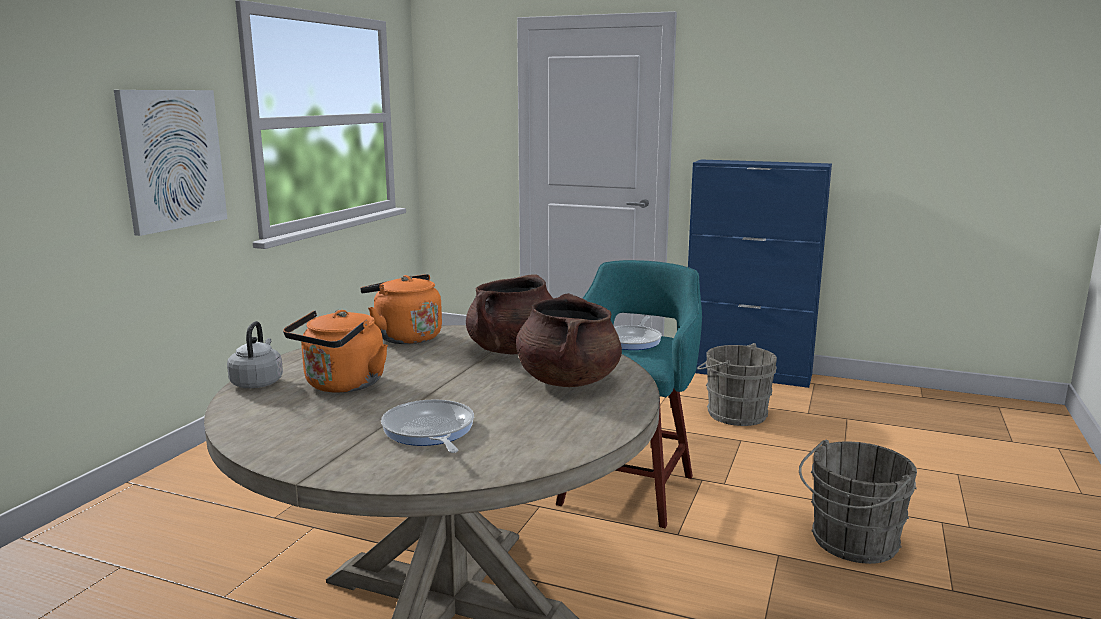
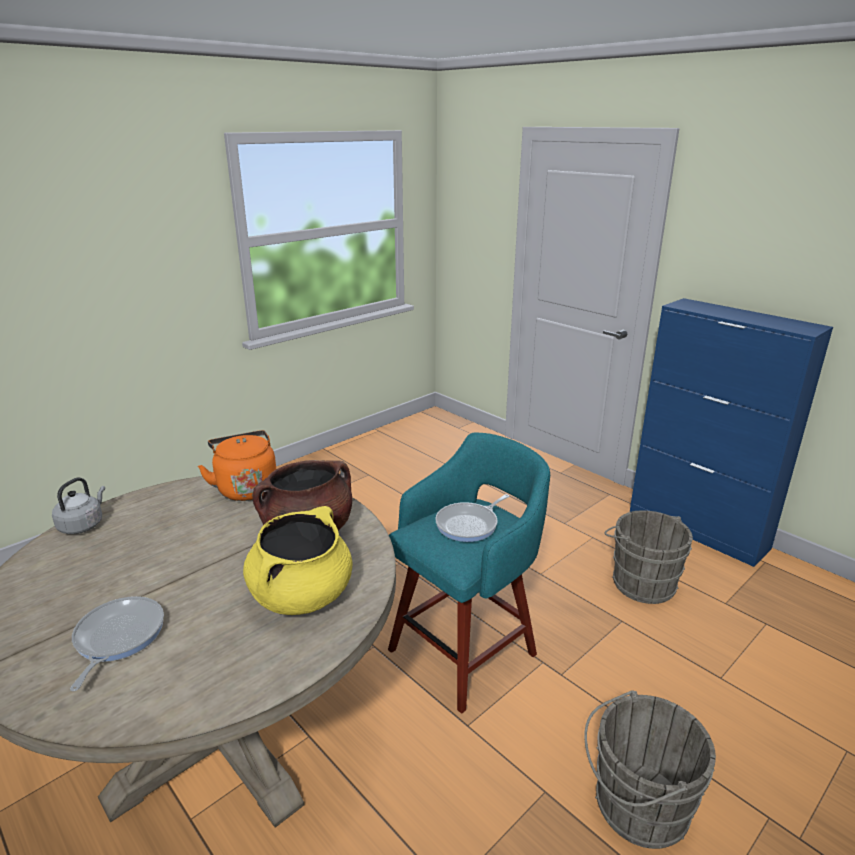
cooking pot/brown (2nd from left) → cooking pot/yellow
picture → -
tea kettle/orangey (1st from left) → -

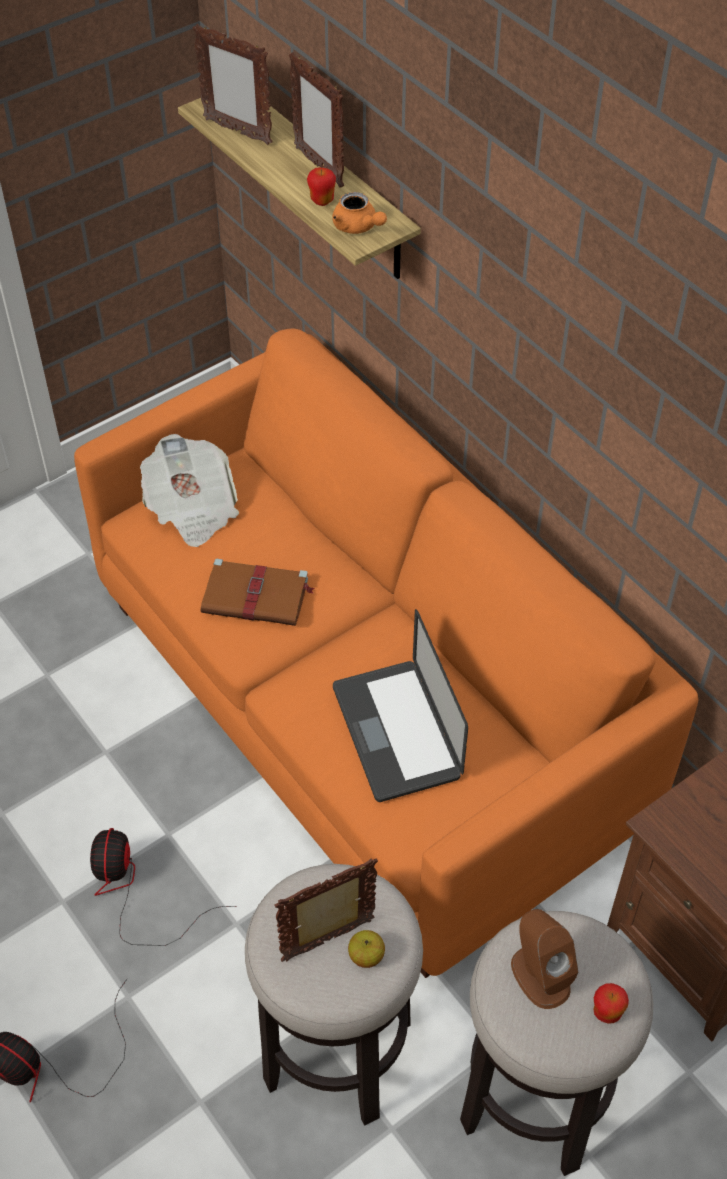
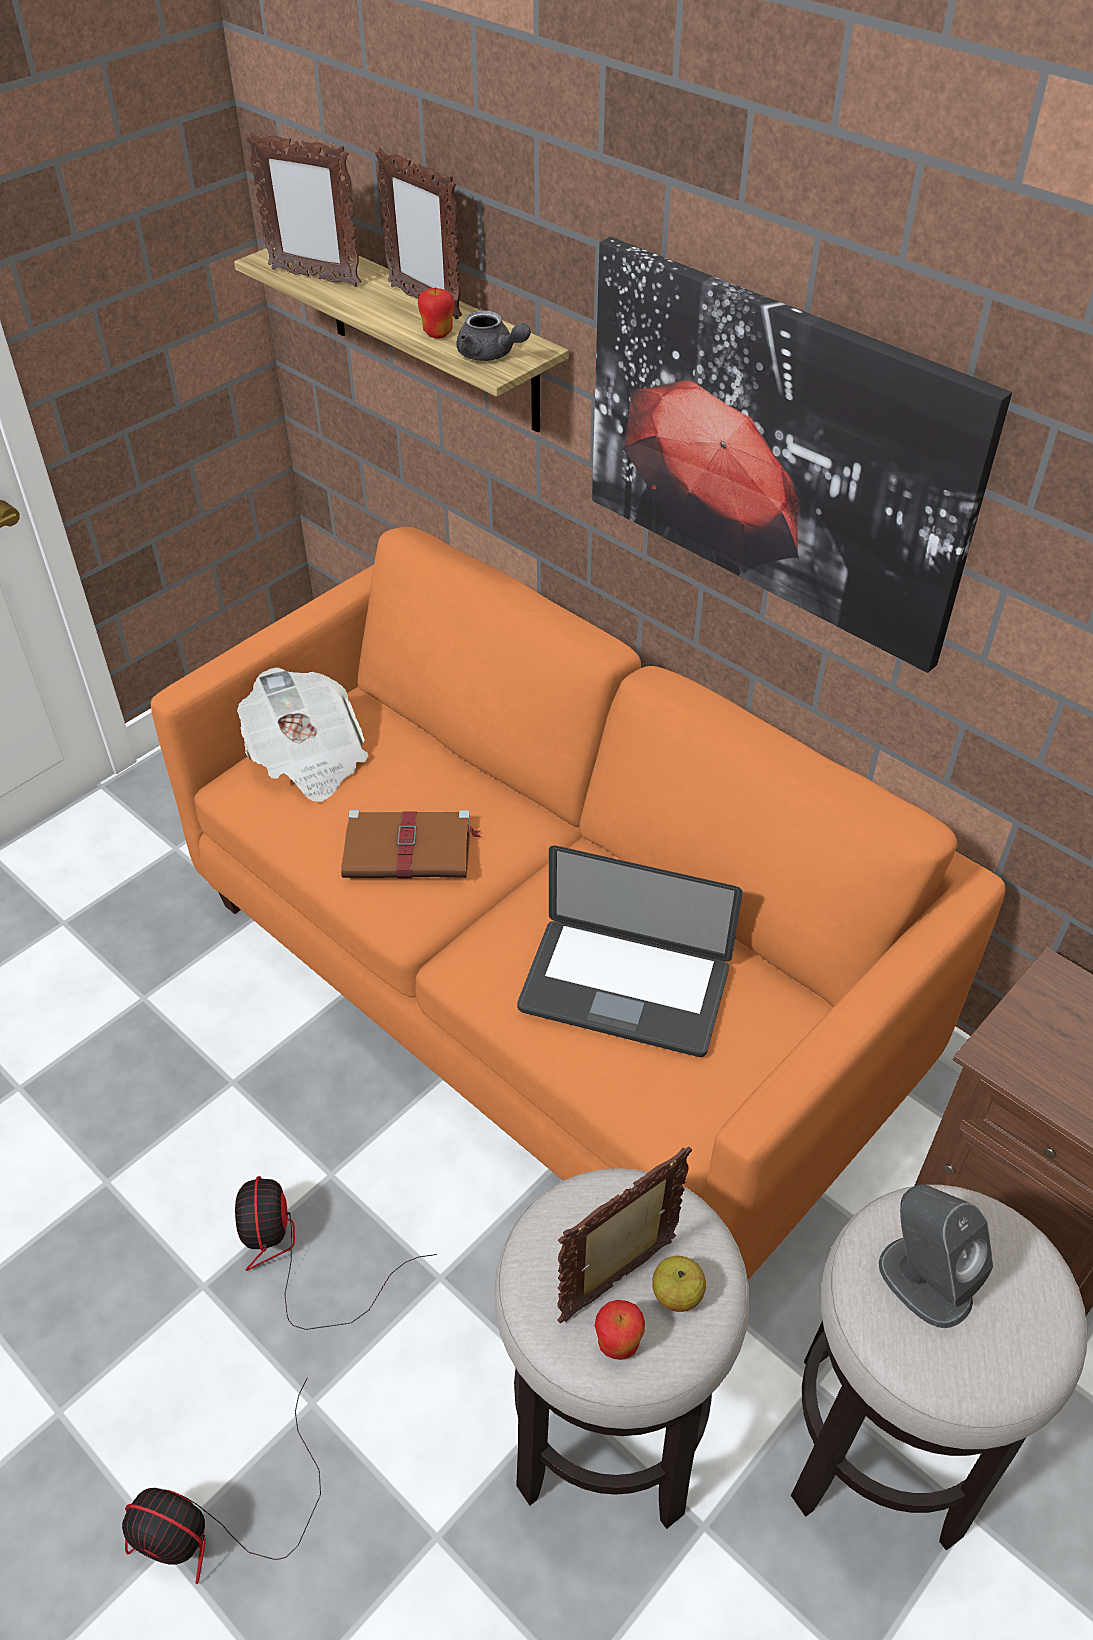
tea pot/orangey → tea pot/gray
laptop, 45 degrees counterclockwise
- → picture
apple (3rd from left in the first image) → apple (2nd from left), move
speaker/brown → speaker/gray

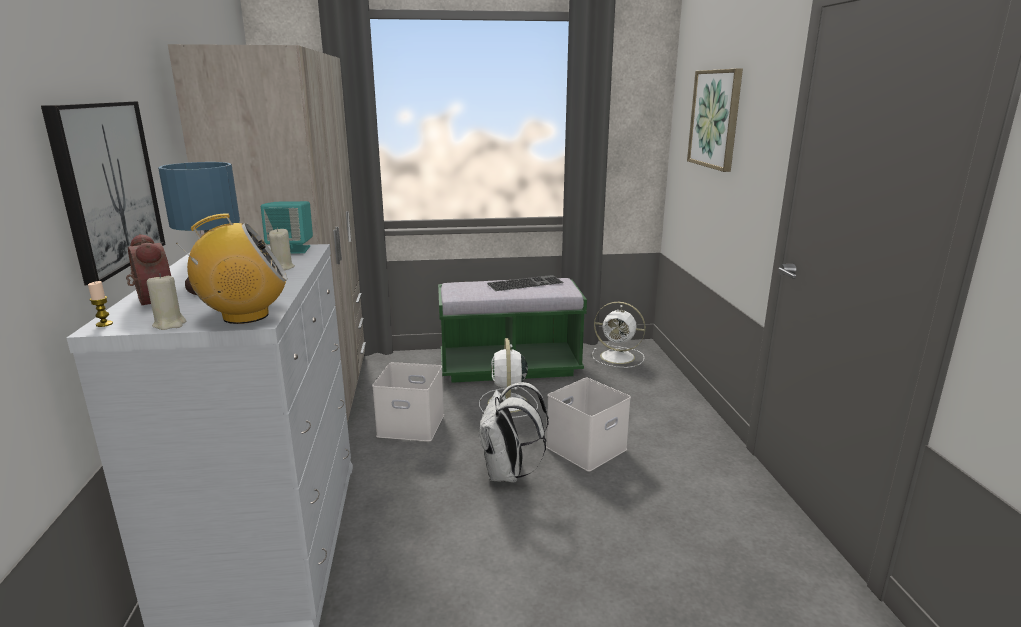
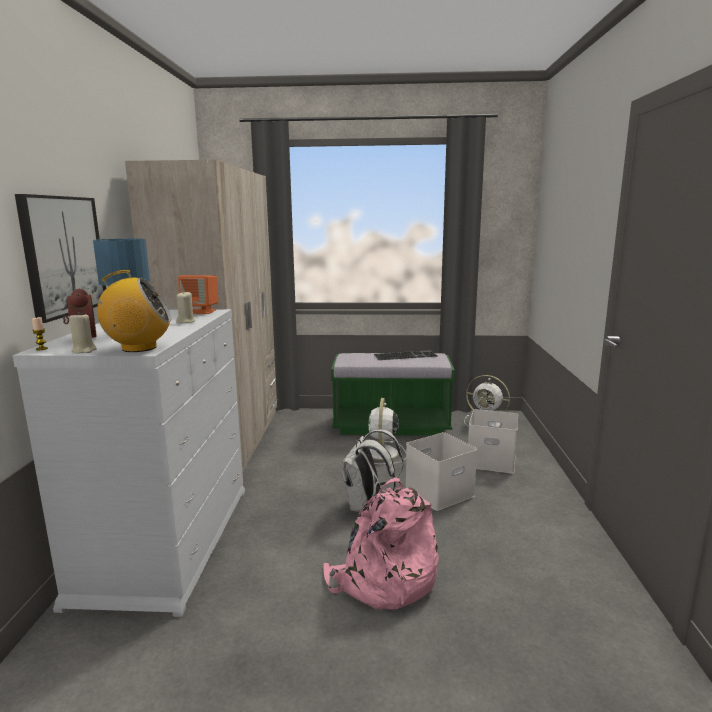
speaker/turquoise-coloured → speaker/orangey
- → rucksack/pink-coloured
storage bin/white-coloured (1st from left in the first image) → storage bin/white-coloured (2nd from left), move
picture (2nd from left) → -

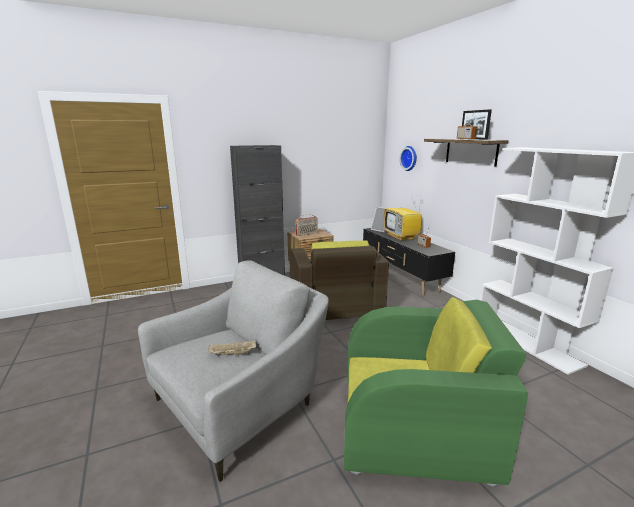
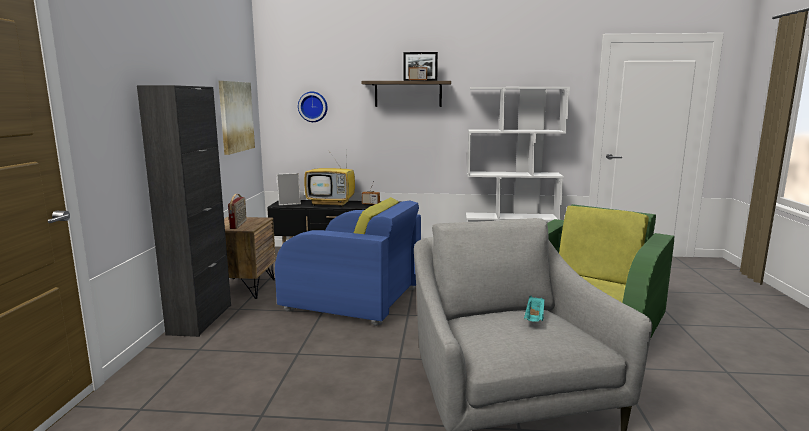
- → picture
lounge chair/brown → lounge chair/blue
tray/beige-coloured → tray/turquoise-coloured

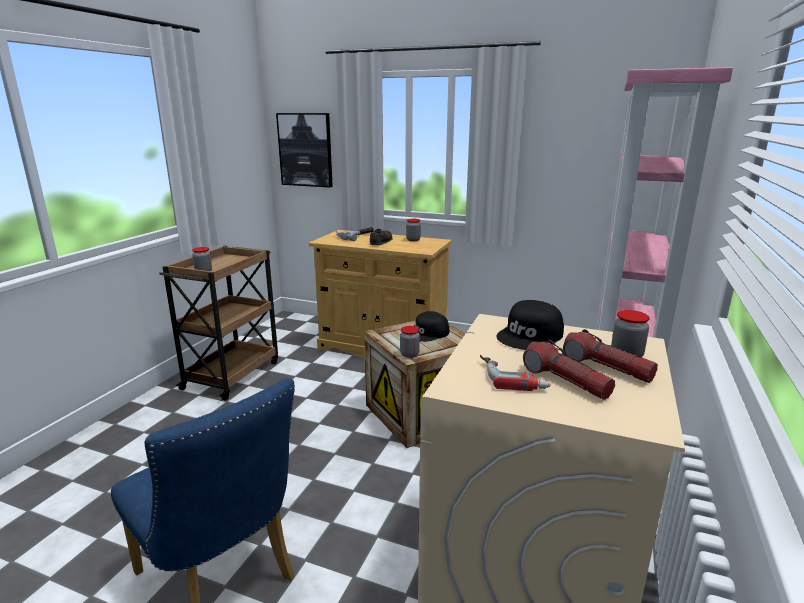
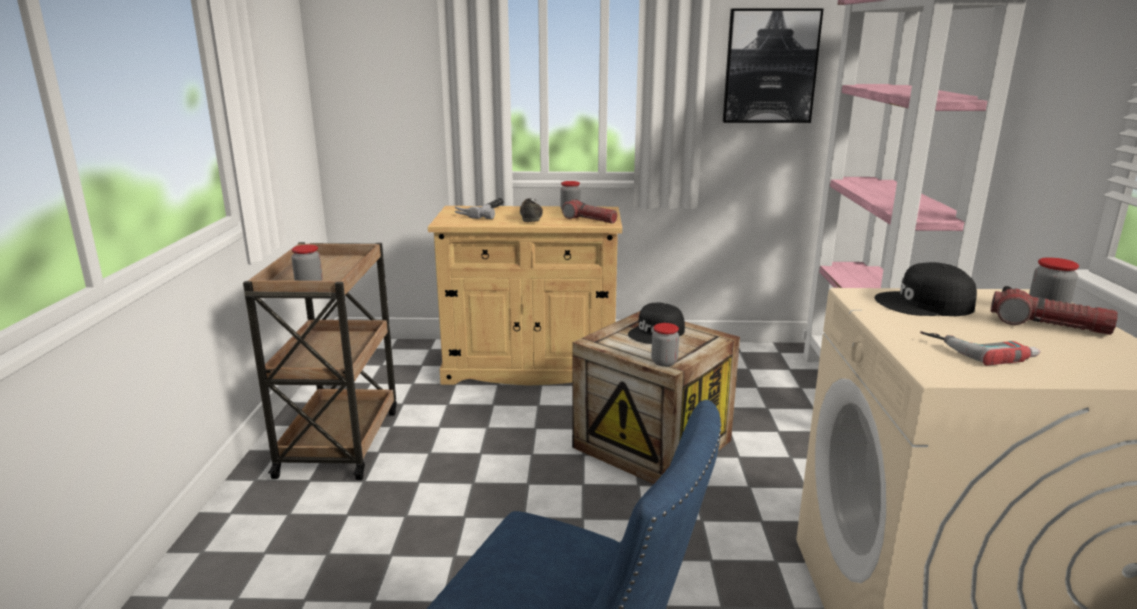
torch (1st from left), move
picture, move
peaked cap/blackish (2nd from left), 75 degrees clockwise

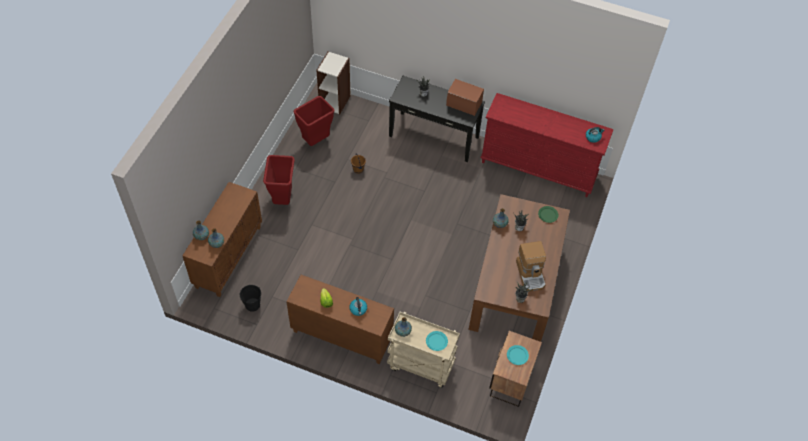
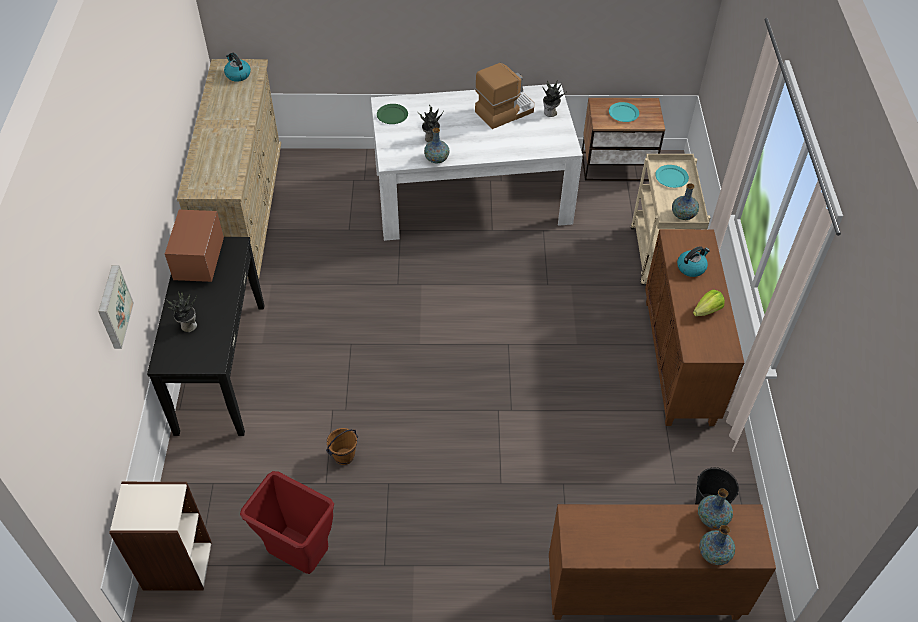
- → picture
dresser/red → dresser/beige-coloured
dinner table/brown → dinner table/white-coloured
waste bin/red (1st from left) → -

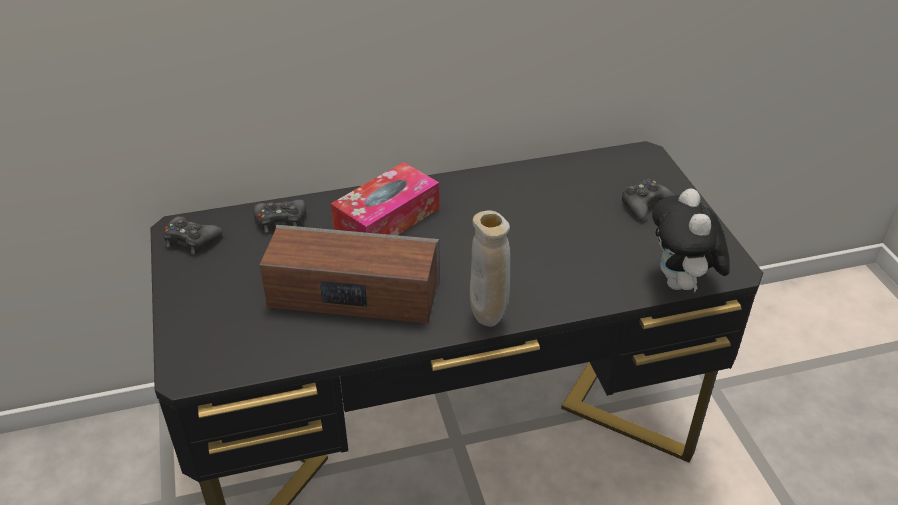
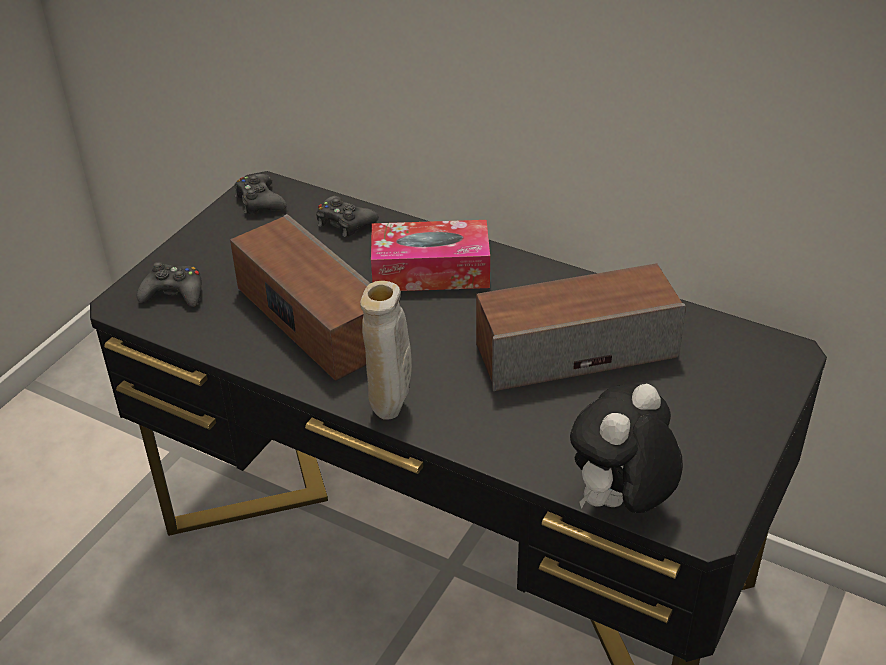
gamepad/blackish (3rd from left in the first image) → gamepad/blackish (1st from left), move
- → speaker (2nd from left)

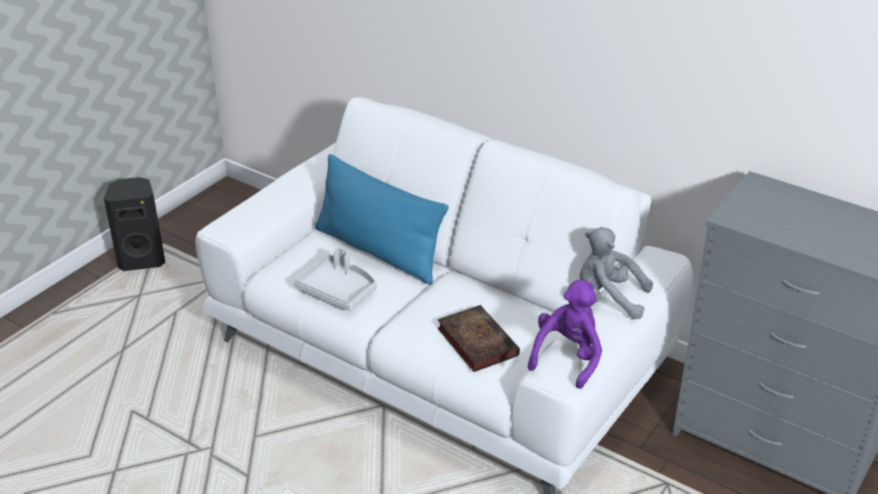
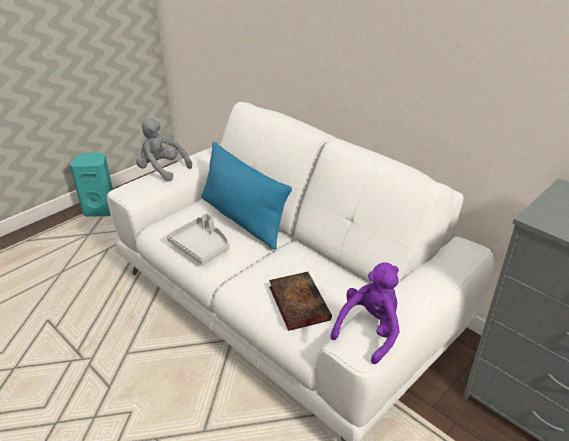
speaker/blackish → speaker/turquoise-coloured
soft toy/gray, move

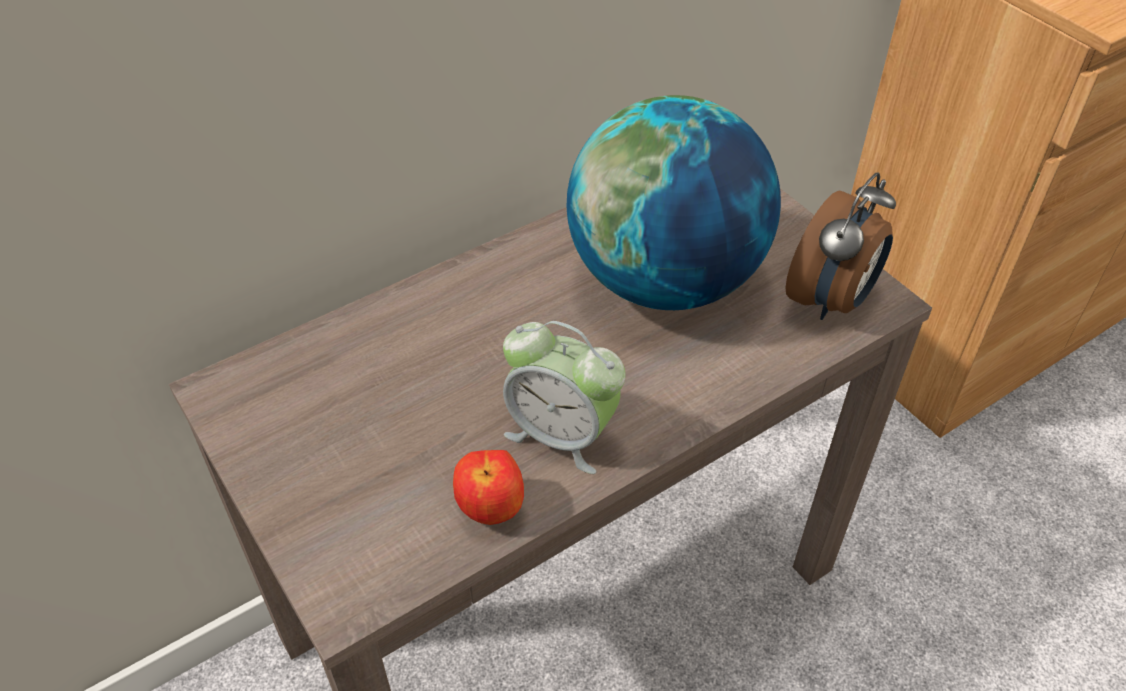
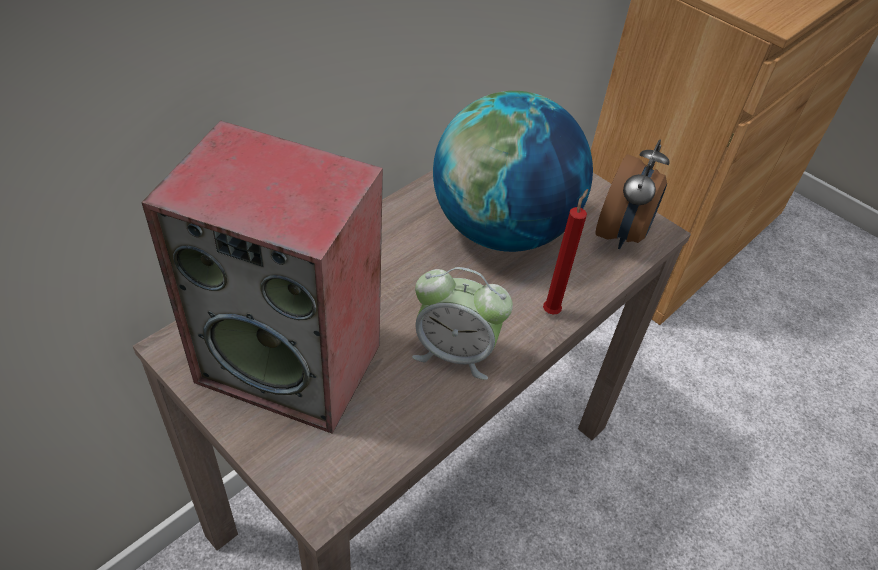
- → speaker
- → wax light/red
apple → -

